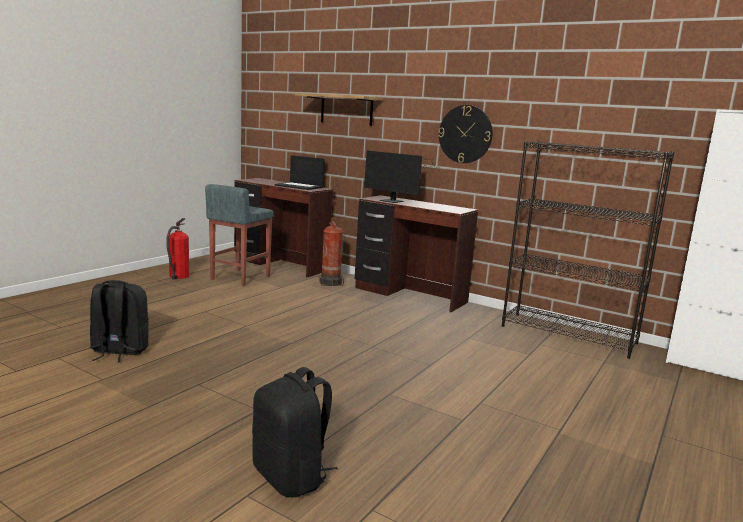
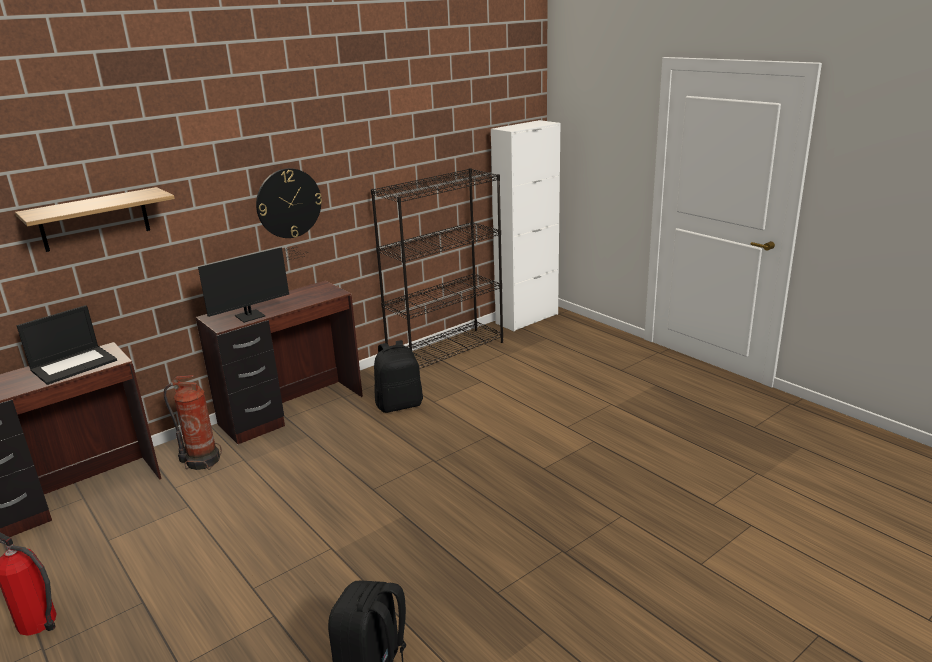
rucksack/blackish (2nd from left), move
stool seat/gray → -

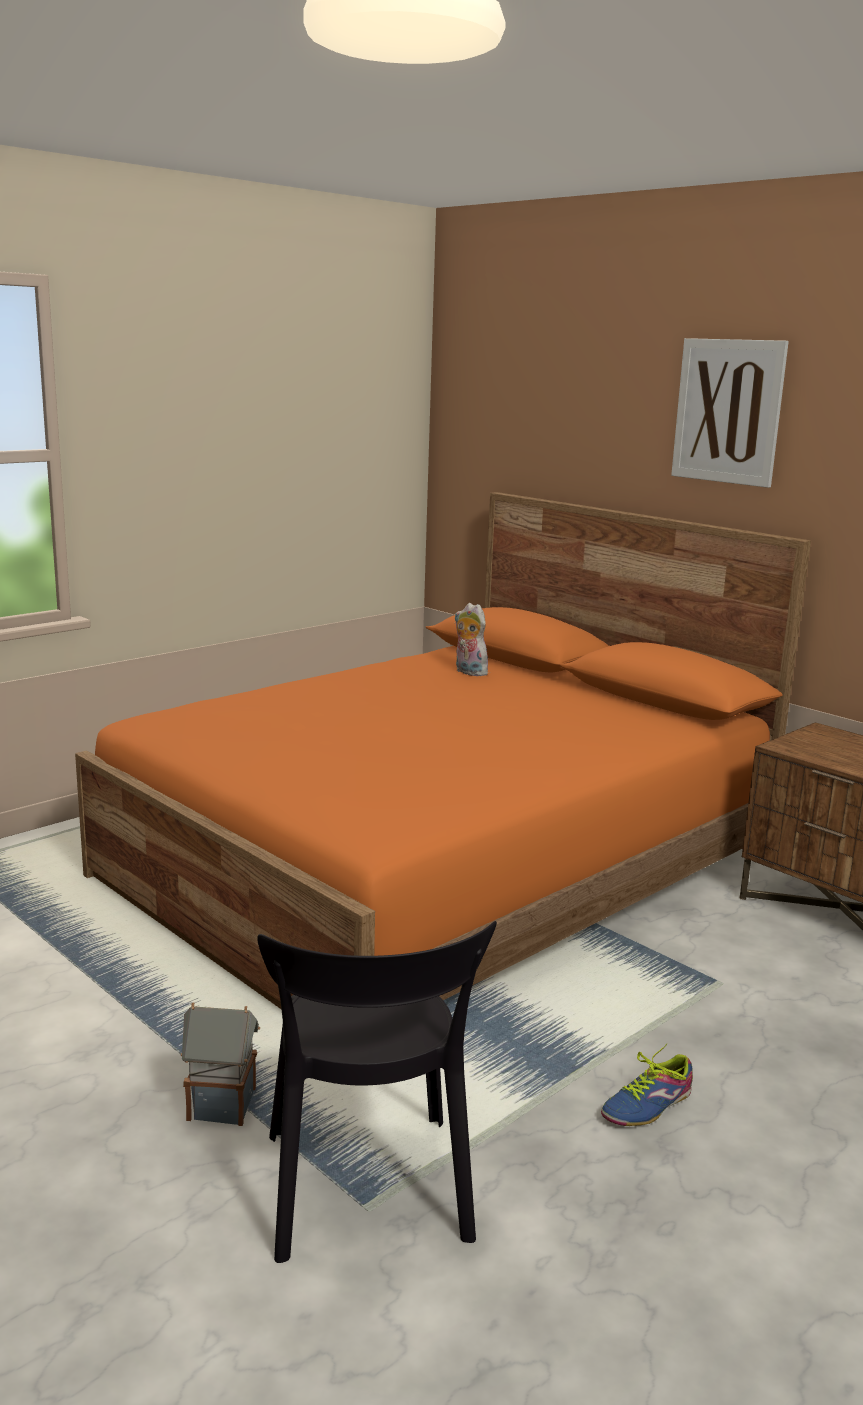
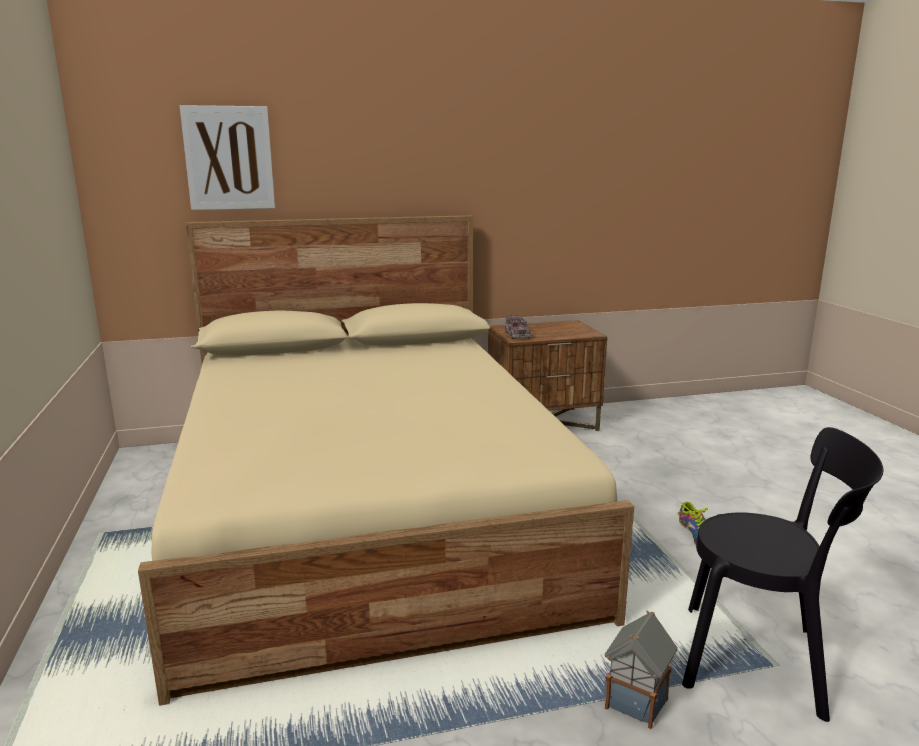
bedroom bed/orangey → bedroom bed/beige-coloured
picture, move
- → toy truck
soft toy → -

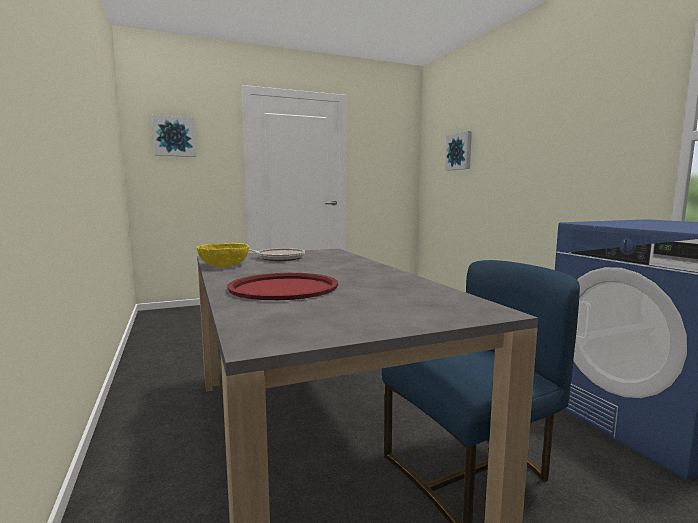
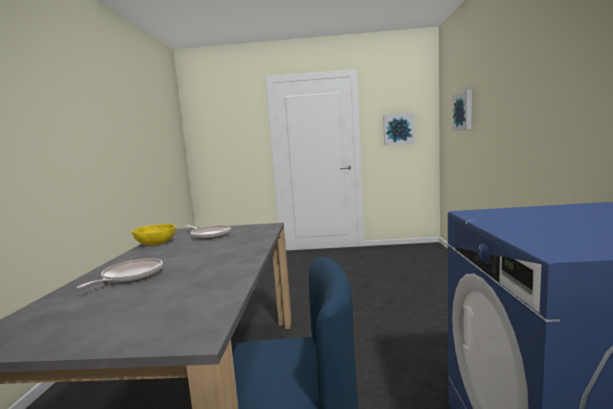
tray/red → pan (1st from left)
picture (1st from left), move

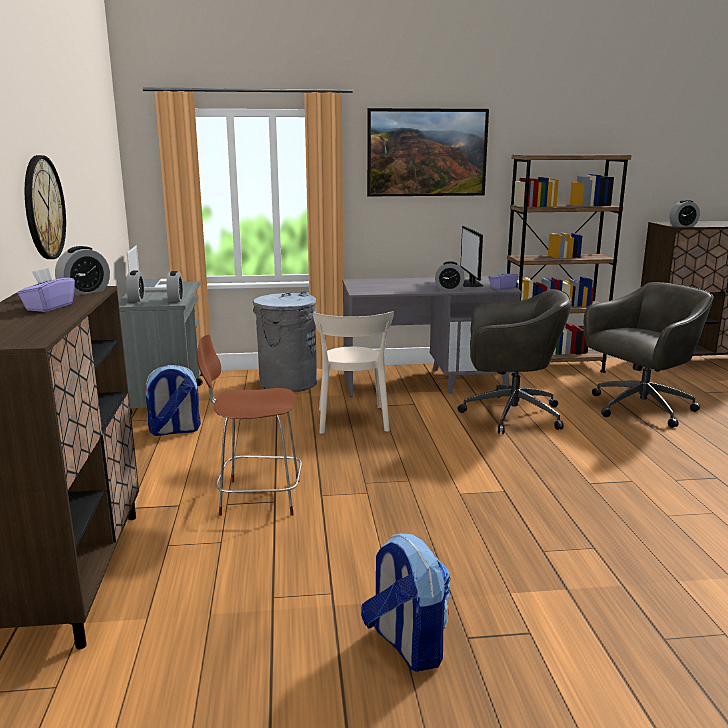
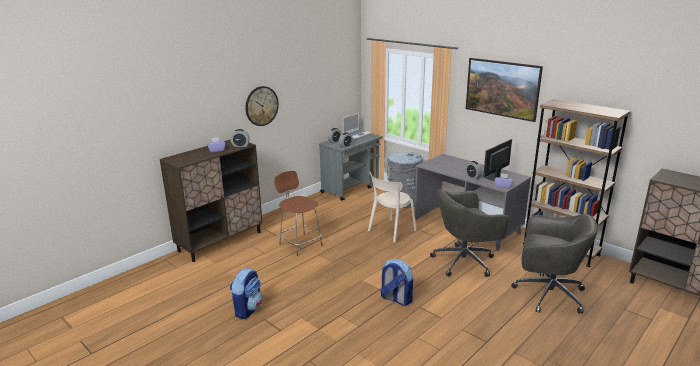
rucksack (1st from left in the first image) → rucksack (2nd from left), move
computer chair/gray (1st from left), 105 degrees clockwise
alarm clock (5th from left) → -

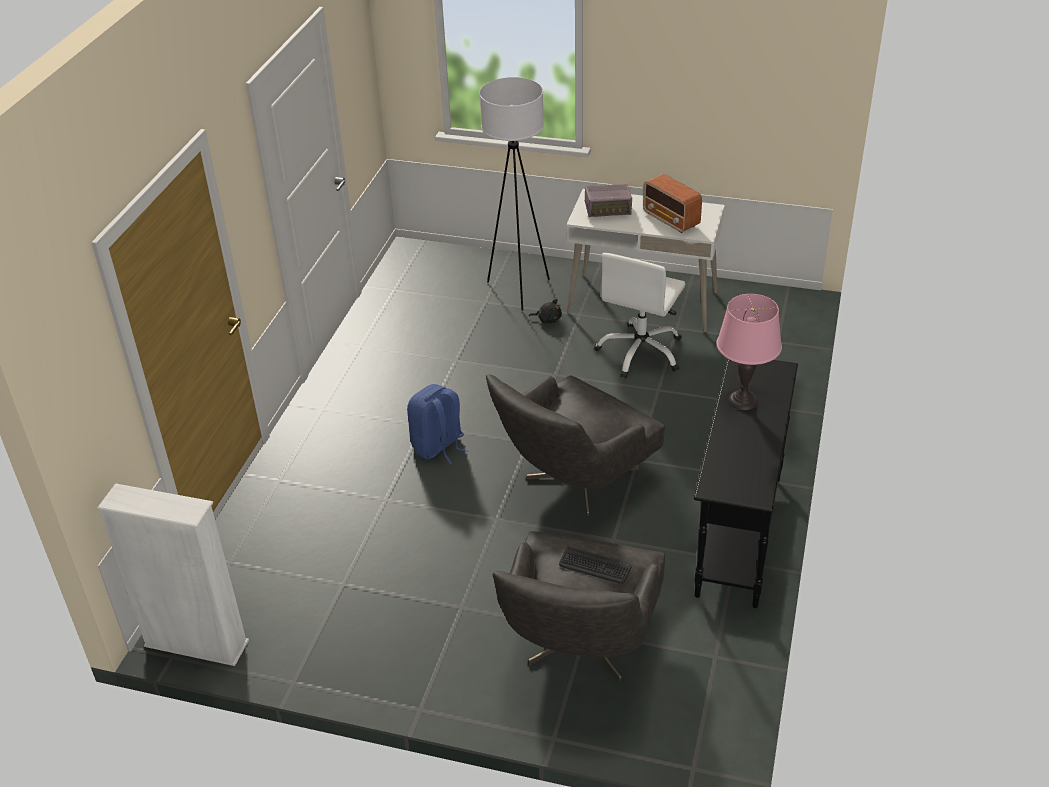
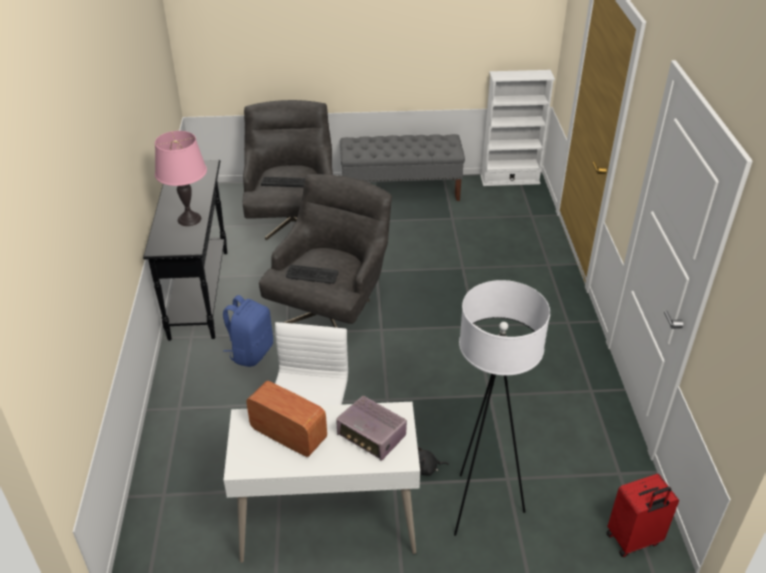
rucksack/blue, move
- → computer keyboard (2nd from left)
radio set (1st from left in the first image) → radio set (2nd from left), 120 degrees counterclockwise
- → bench/gray
- → travel case/red

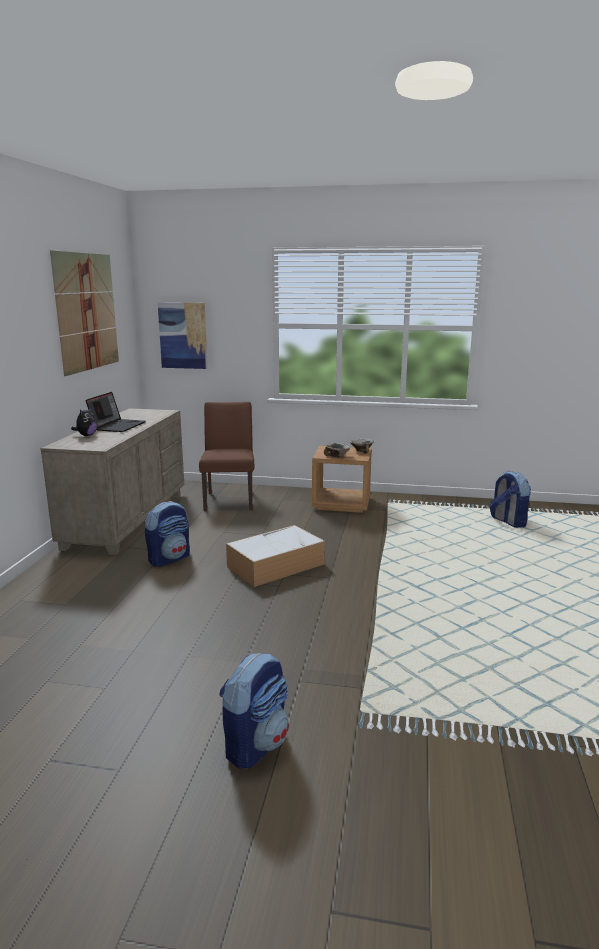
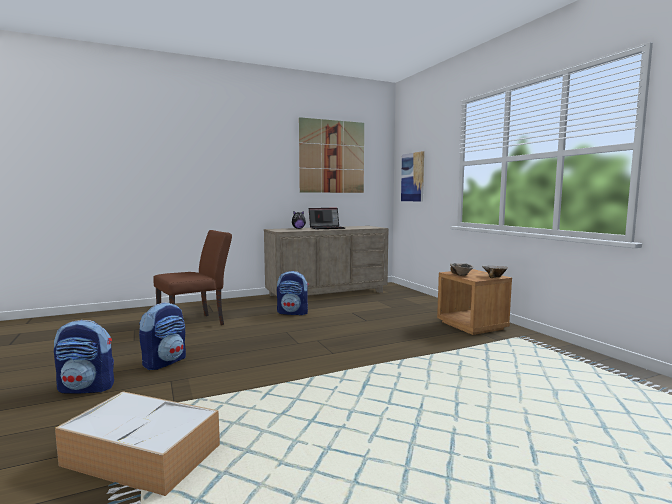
storage bin, move
rucksack (3rd from left in the first image) → rucksack (2nd from left), move
plain chair/brown, move

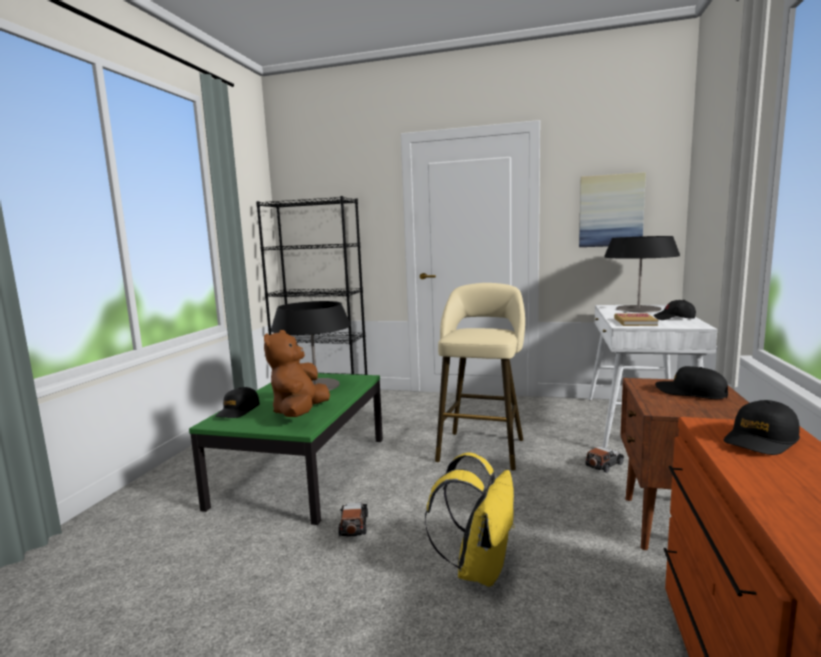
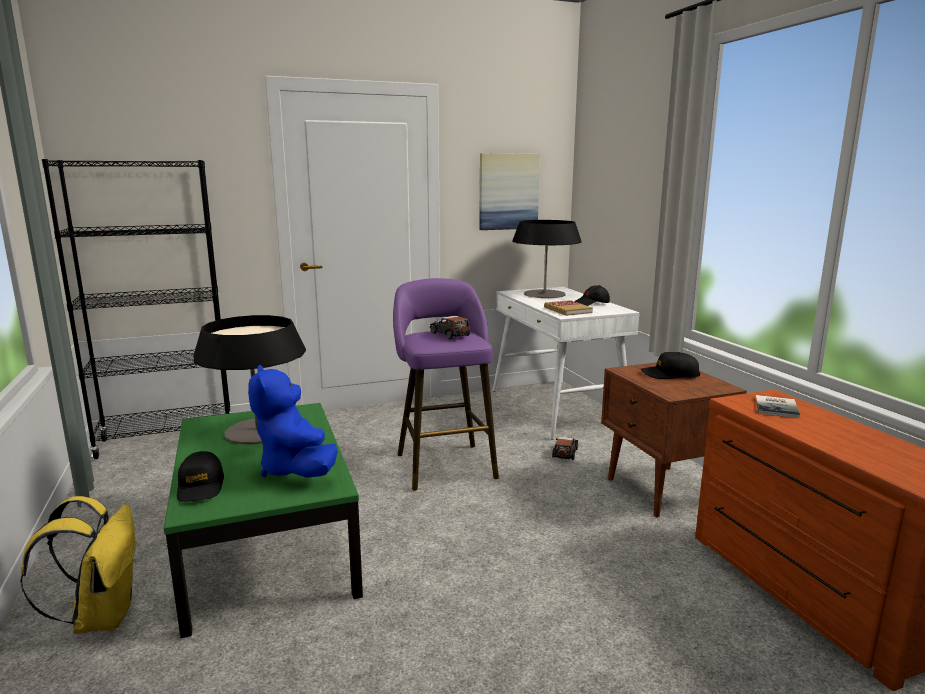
rucksack/yellow, move
soft toy/brown → soft toy/blue
stool seat/beige-coloured → stool seat/purplish
model car (1st from left), move
peaked cap/blackish (4th from left) → volume (2nd from left)

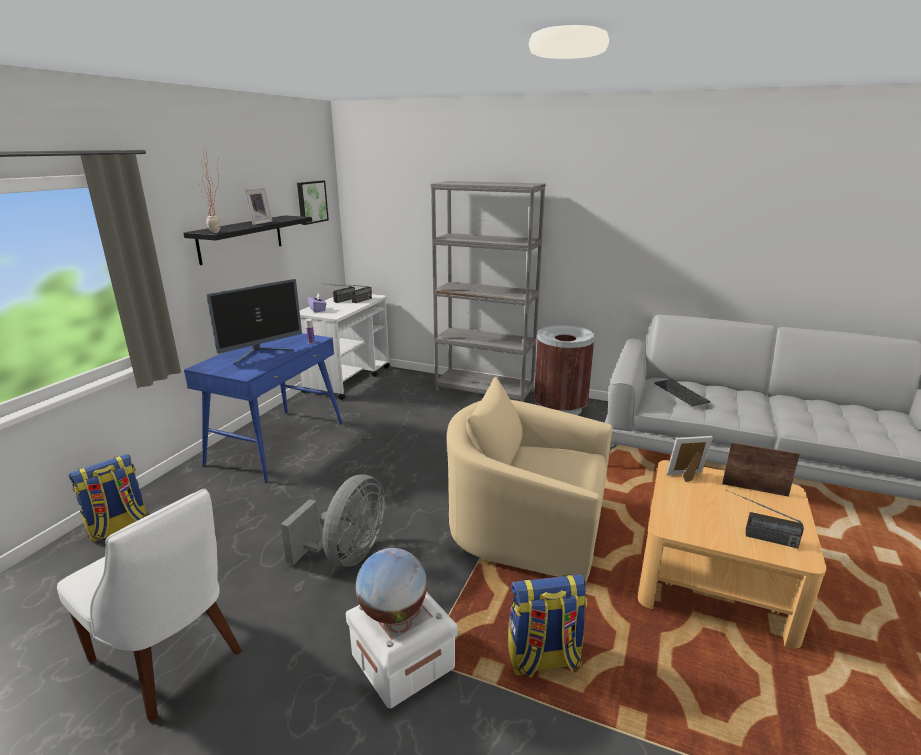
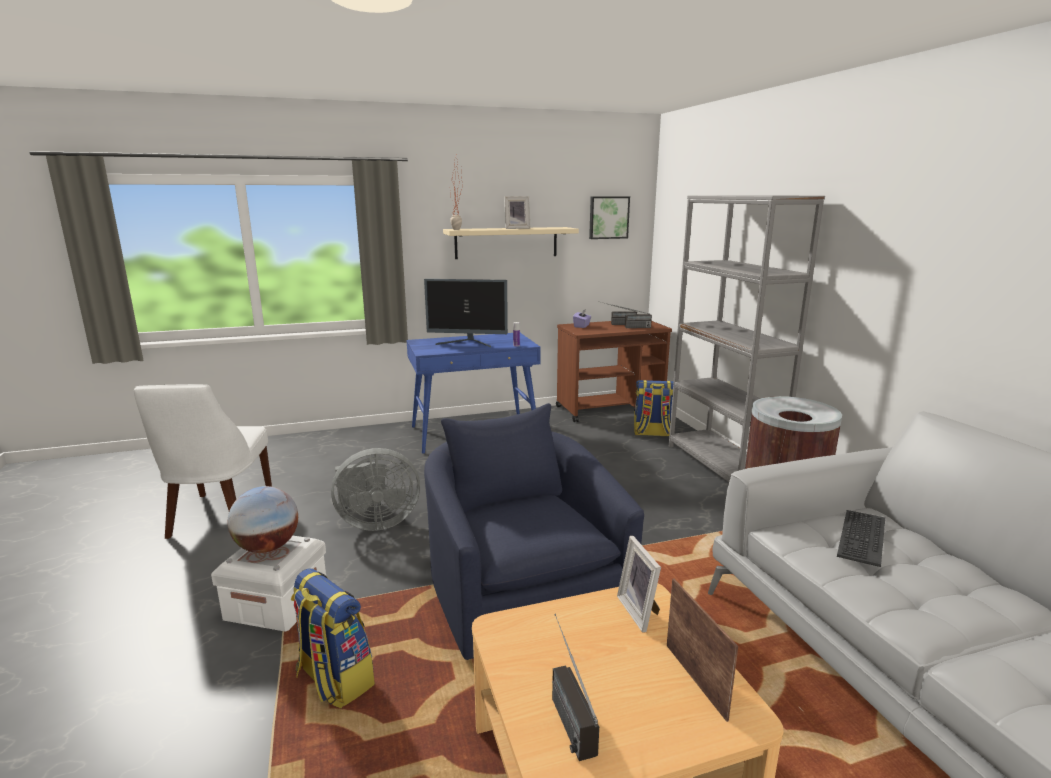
lounge chair/beige-coloured → lounge chair/blue
bracket shelf/blackish → bracket shelf/beige-coloured
cart/white-coloured → cart/brown
standing frame (2nd from left), 150 degrees counterclockwise
rucksack (1st from left in the first image) → rucksack (2nd from left), move

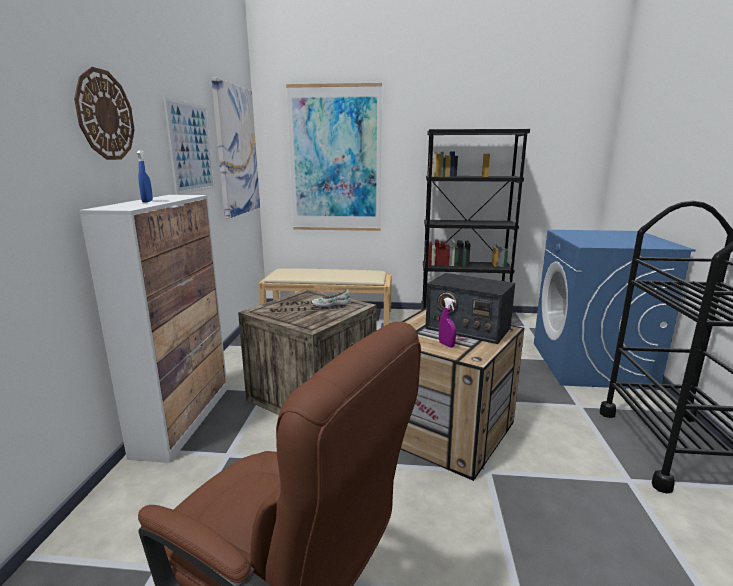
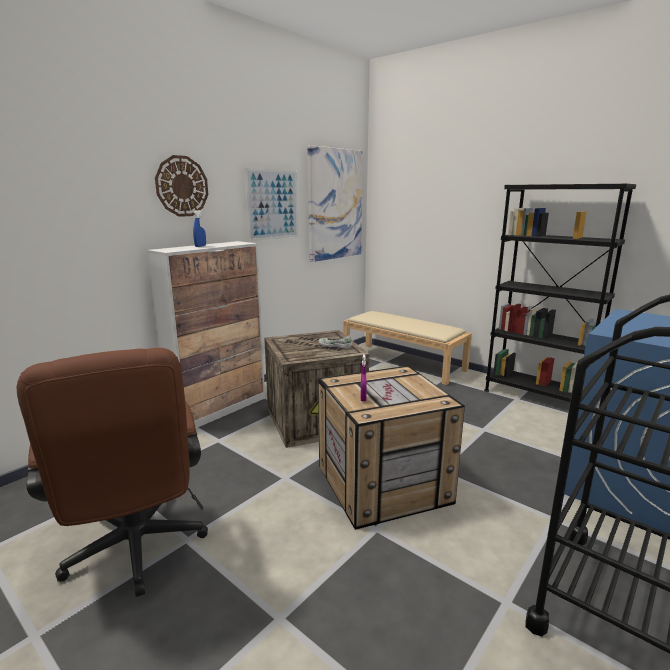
picture (3rd from left) → -
radio set → -

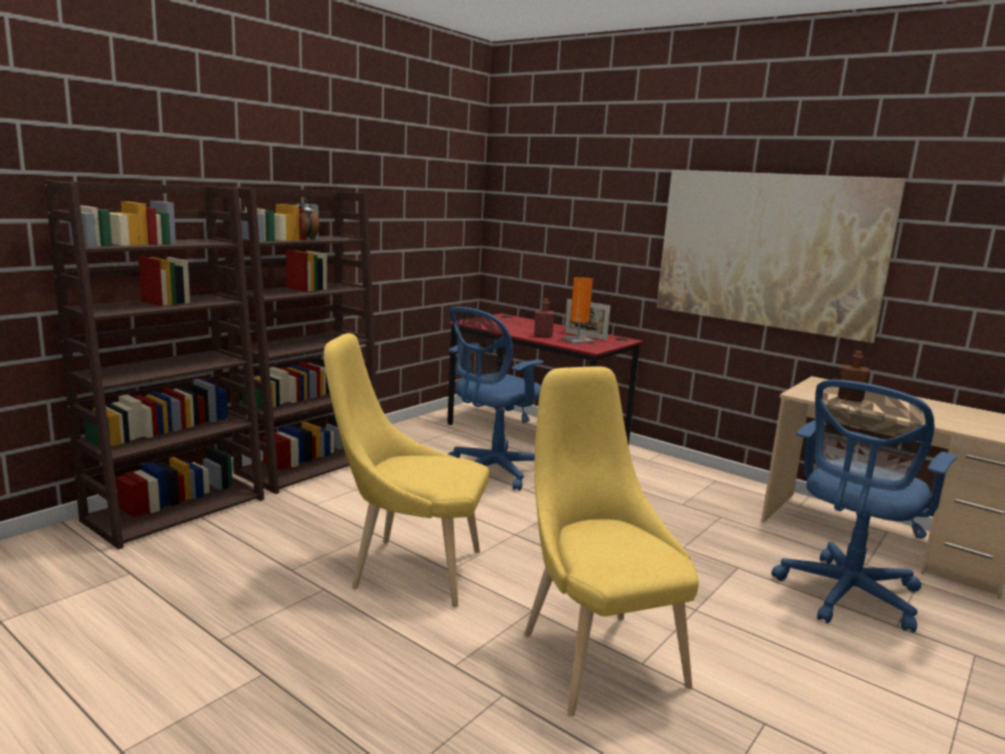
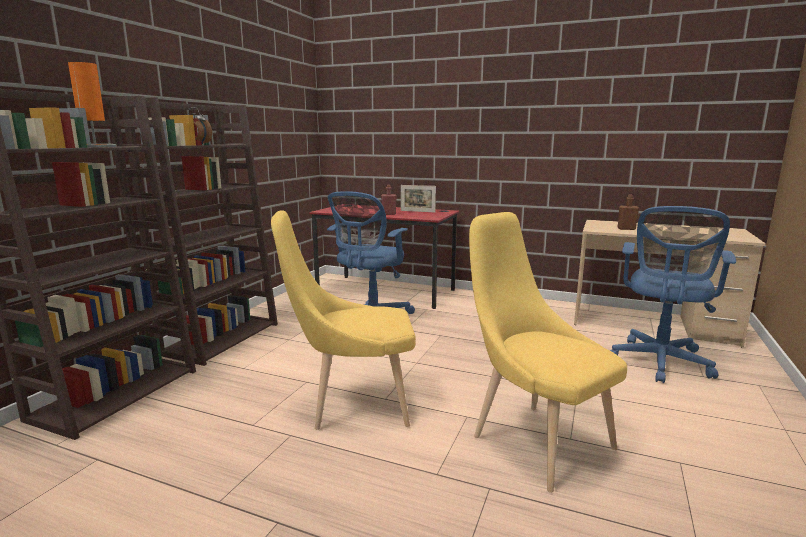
table lamp/orangey, move
picture → -

